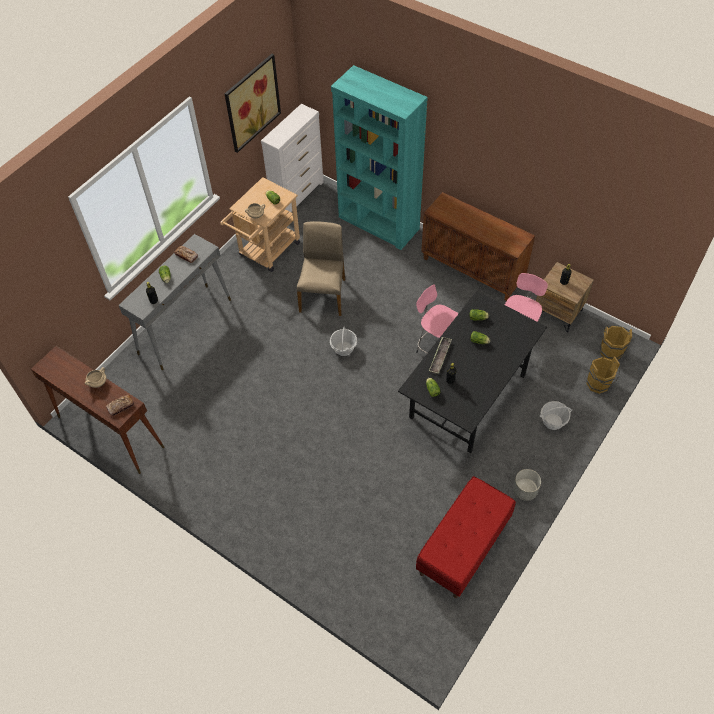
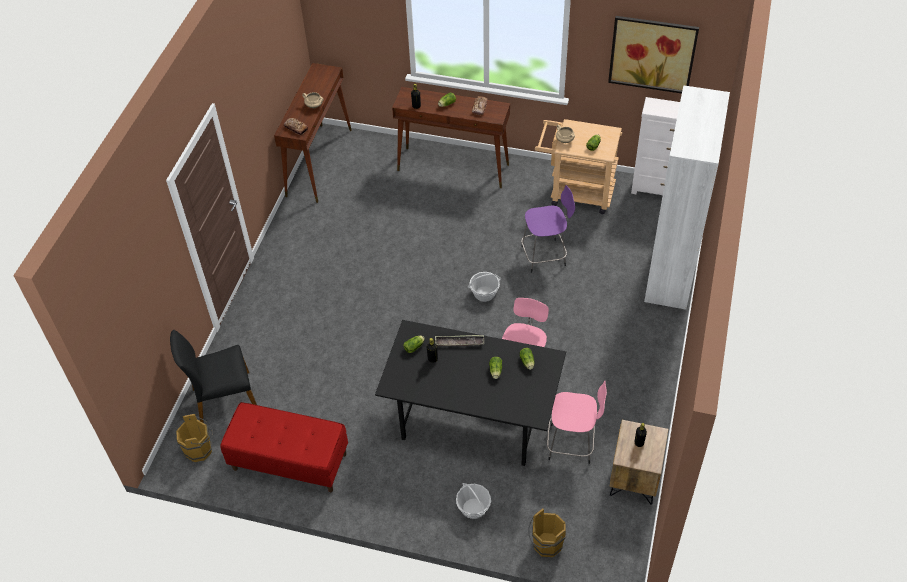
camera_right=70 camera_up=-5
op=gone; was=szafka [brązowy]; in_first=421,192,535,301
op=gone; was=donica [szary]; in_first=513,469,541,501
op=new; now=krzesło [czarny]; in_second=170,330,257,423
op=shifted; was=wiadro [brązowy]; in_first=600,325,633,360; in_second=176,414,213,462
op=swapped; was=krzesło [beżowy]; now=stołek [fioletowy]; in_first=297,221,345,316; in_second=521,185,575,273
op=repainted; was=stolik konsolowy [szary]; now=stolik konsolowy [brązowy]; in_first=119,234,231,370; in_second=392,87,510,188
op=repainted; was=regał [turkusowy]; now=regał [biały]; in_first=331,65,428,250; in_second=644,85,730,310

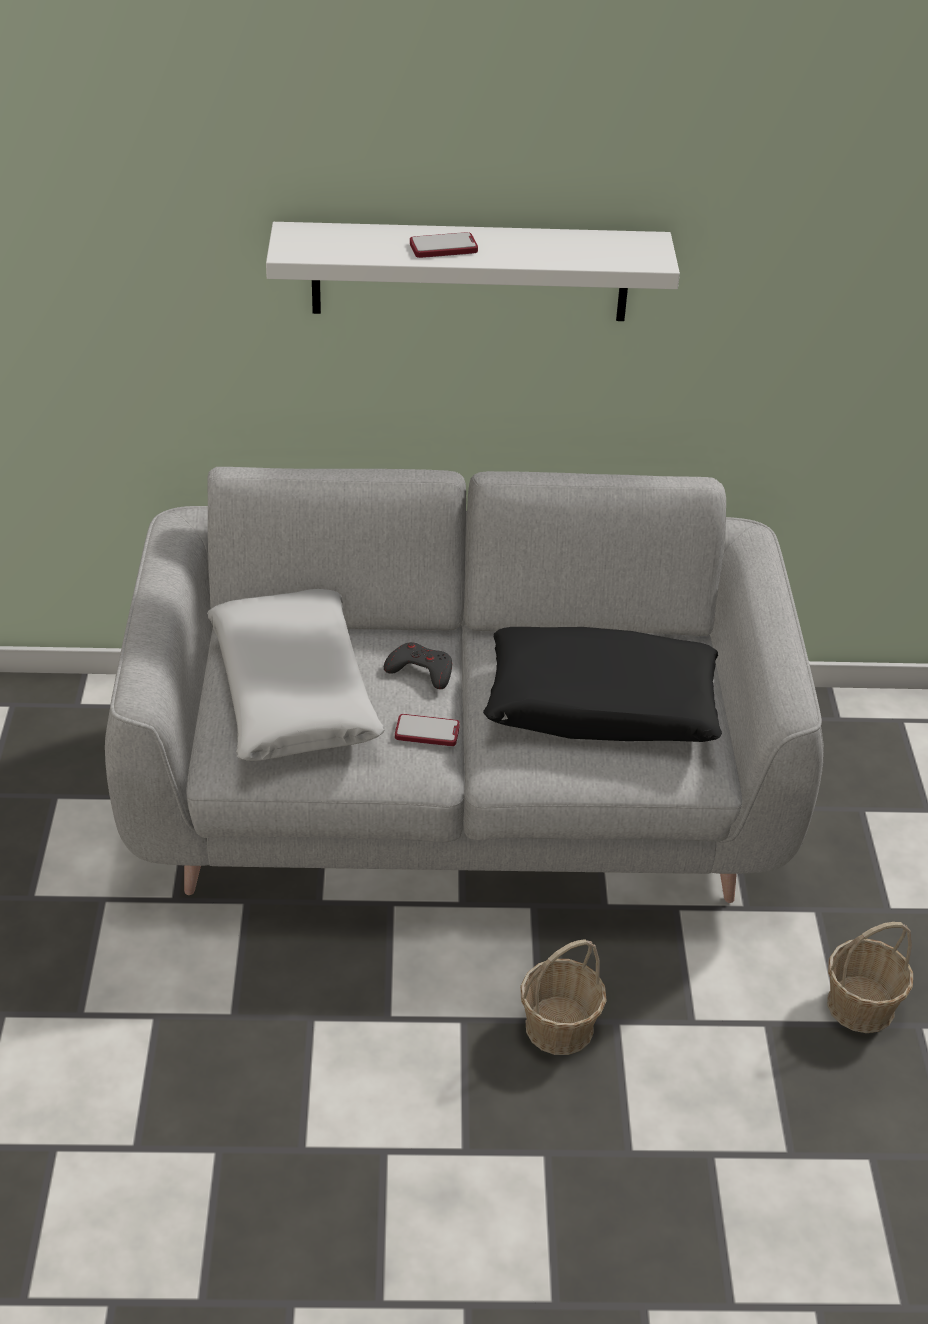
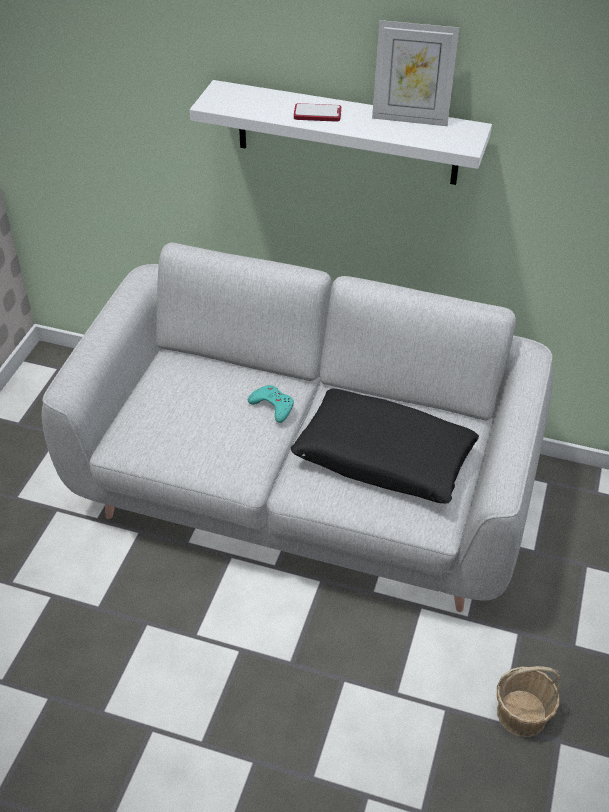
camera_right=20 camera_up=5
op=gone; was=poduszka [biały]; in_first=207,589,385,761
op=gone; was=telefon; in_first=395,714,460,746
op=gone; was=koszyk; in_first=520,939,607,1055
op=new; now=ramka na zdjęcie; in_second=372,20,459,126
op=repainted; was=pad do gier [szary]; now=pad do gier [turkusowy]; in_first=384,642,452,689; in_second=248,385,294,423

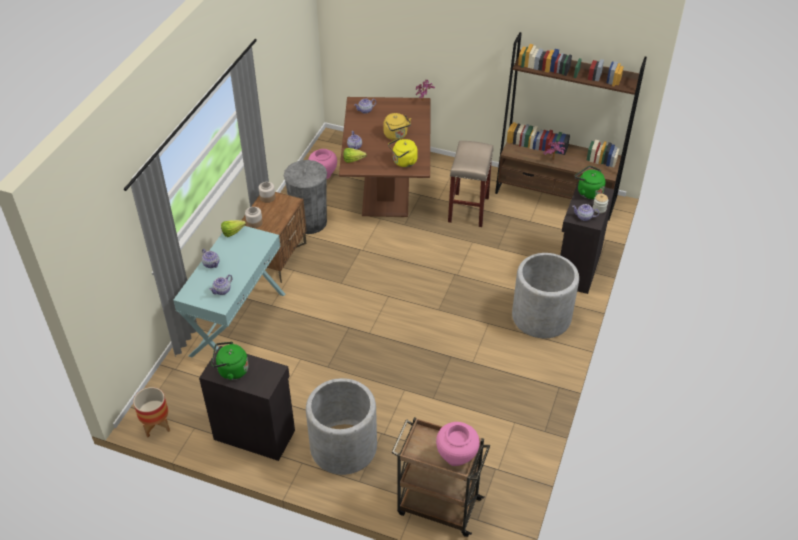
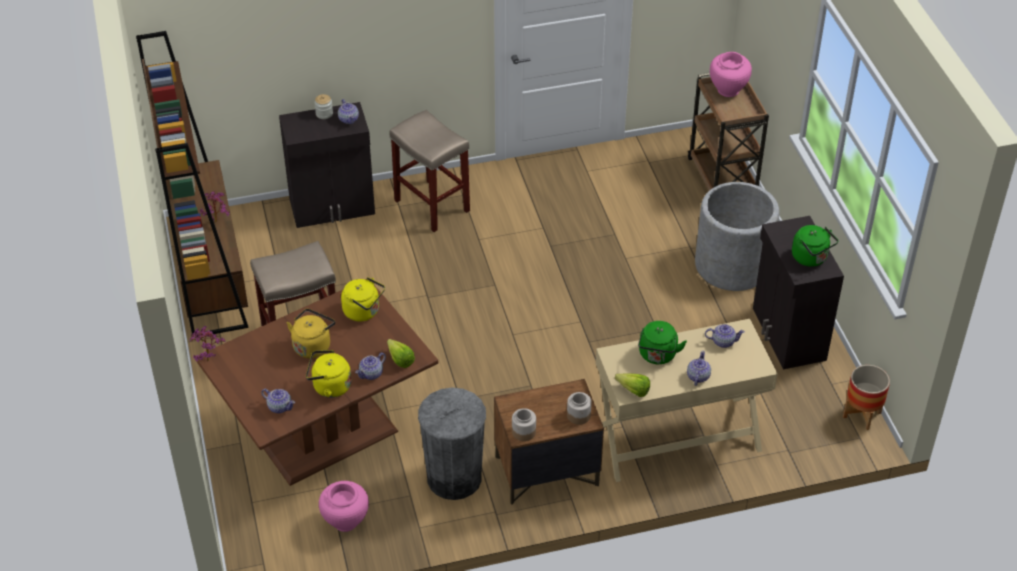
camera_right=-125 camera_up=0
op=new; now=czajnik [żółty]; in_second=306,350,351,398
op=shifted; was=czajnik [zielony]; in_first=575,166,606,199; in_second=638,321,687,364
op=swapped; was=donica [szary]; now=stołek [beżowy]; in_first=512,253,579,338; in_second=390,110,470,232
op=repainted; was=stolik konsolowy [turkusowy]; now=stolik konsolowy [beżowy]; in_first=173,226,285,357; in_second=596,319,778,482

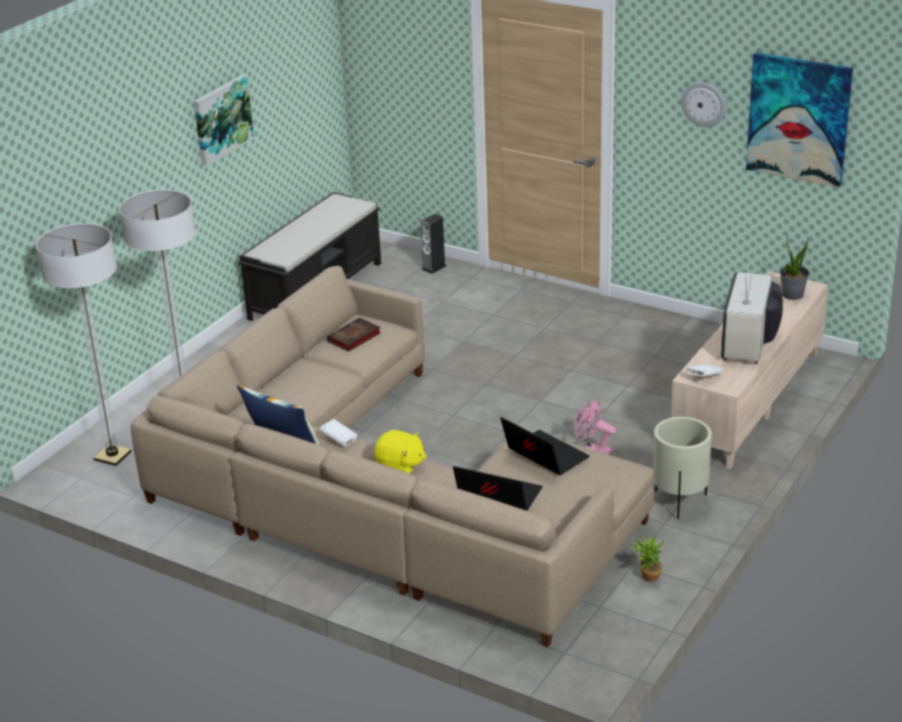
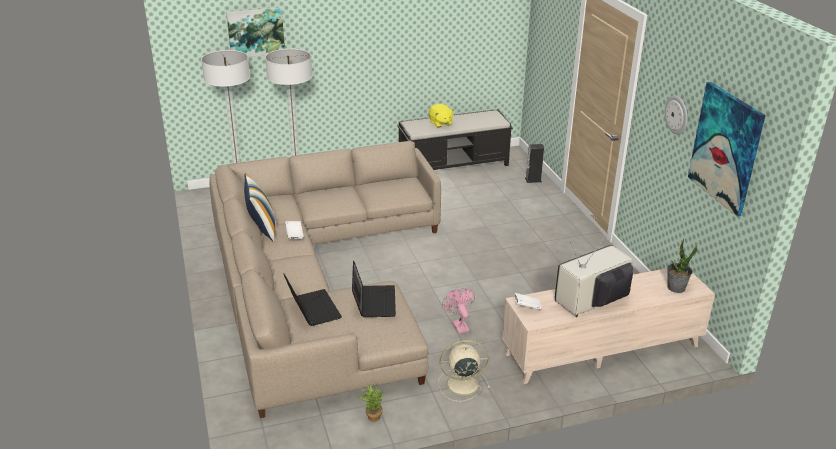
camera_right=40 camera_up=0
op=gone; was=książka; in_first=327,318,381,352
op=shifted; was=obraz; in_first=194,75,254,166; in_second=226,7,285,57
op=shifted; was=pluszak [żółty]; in_first=374,430,426,474; in_second=429,104,454,128
op=swapped; was=donica [beżowy]; now=wentylator [beżowy]; in_first=653,417,712,519; in_second=438,340,490,402

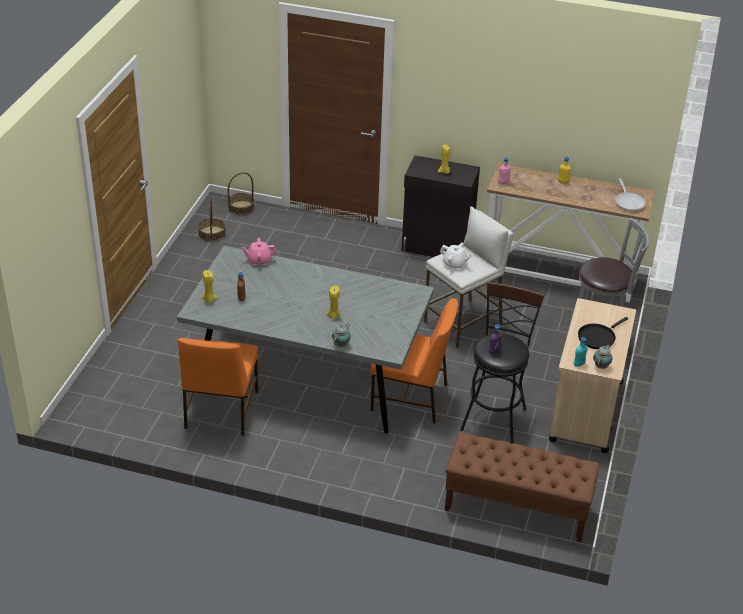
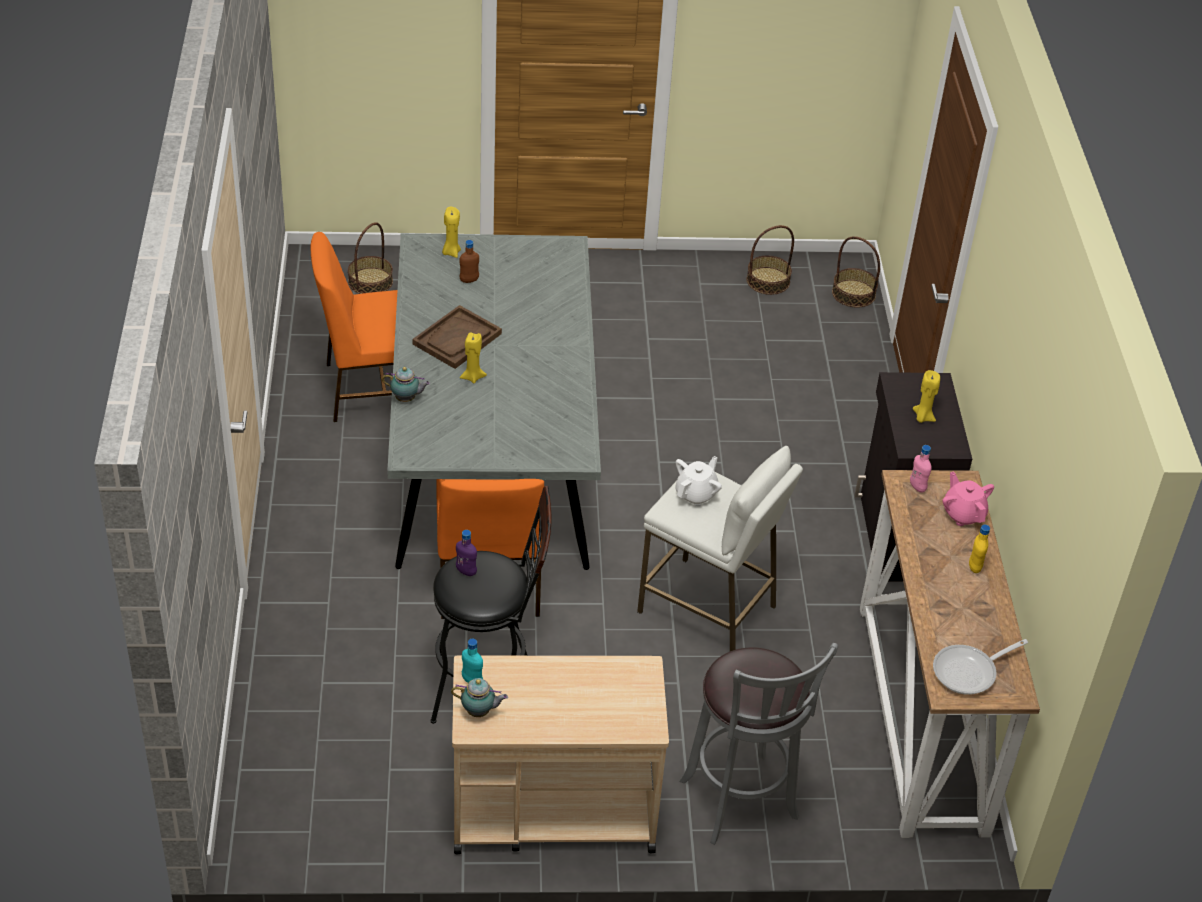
camera_right=70 camera_up=5
op=gone; was=ławka [brązowy]; in_first=445,432,600,542
op=gone; was=patelnia [czarny]; in_first=578,317,628,349
op=new; now=koszyk; in_second=348,222,393,294
op=new; now=taca [brązowy]; in_second=412,305,502,369
op=shifted; was=imbryk [różowy]; in_first=242,238,276,265; in_second=943,471,994,526
op=rotated; was=imbryk [biały]; in_first=440,243,472,270; in_second=675,456,722,506; clockwise=-150

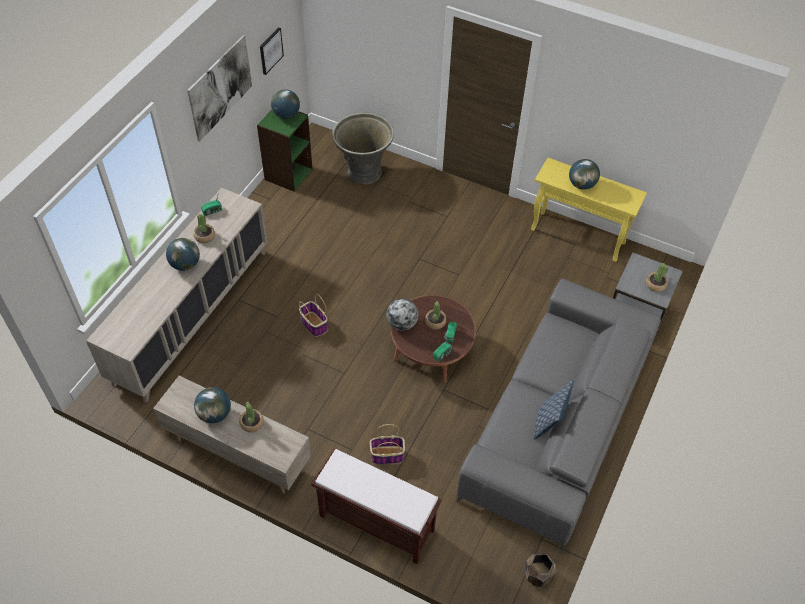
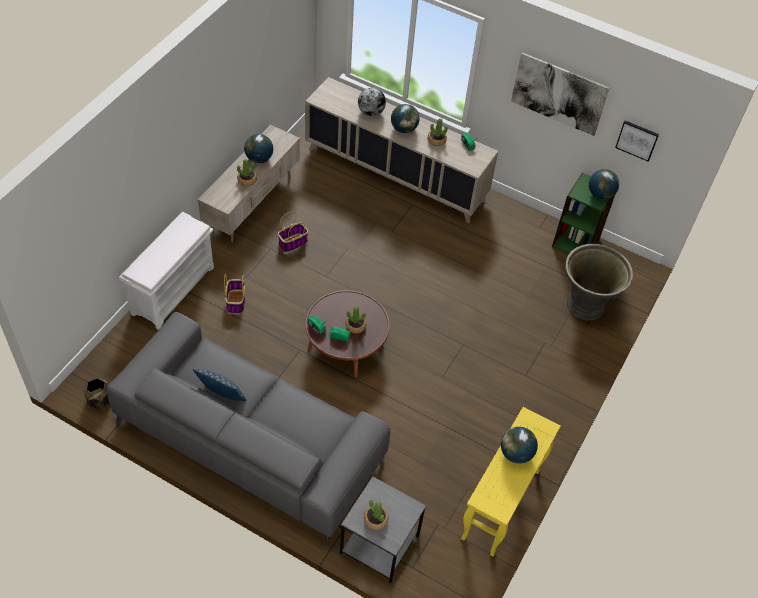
camera_right=90 camera_up=0
op=shifted; was=koszyk; in_first=299,293,328,337; in_second=278,211,308,252
op=shifted; was=globus; in_first=386,298,419,331; in_second=358,88,386,116
op=repainted; was=ławka [brązowy]; now=ławka [biały]; in_first=311,449,442,564; in_second=119,212,214,330

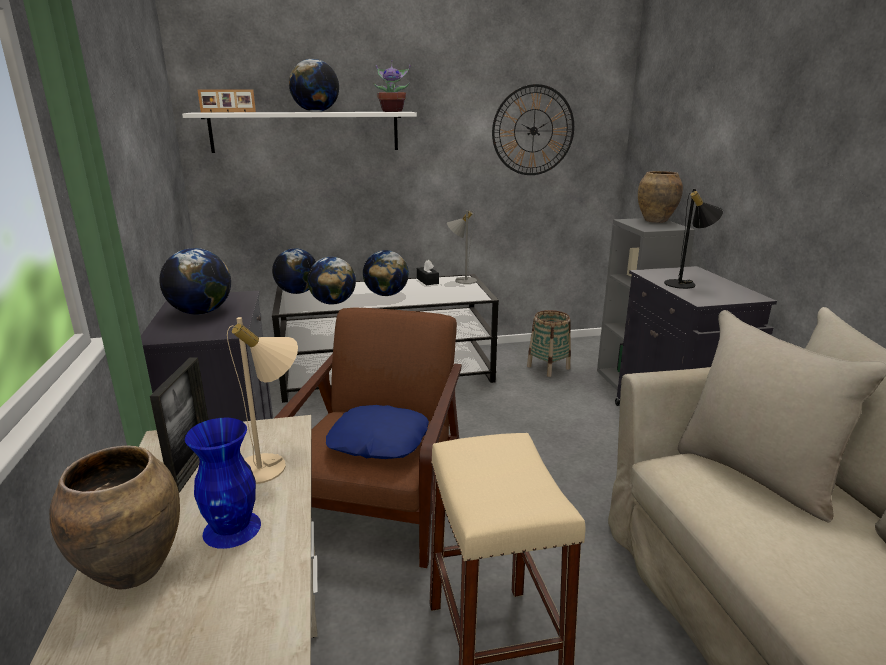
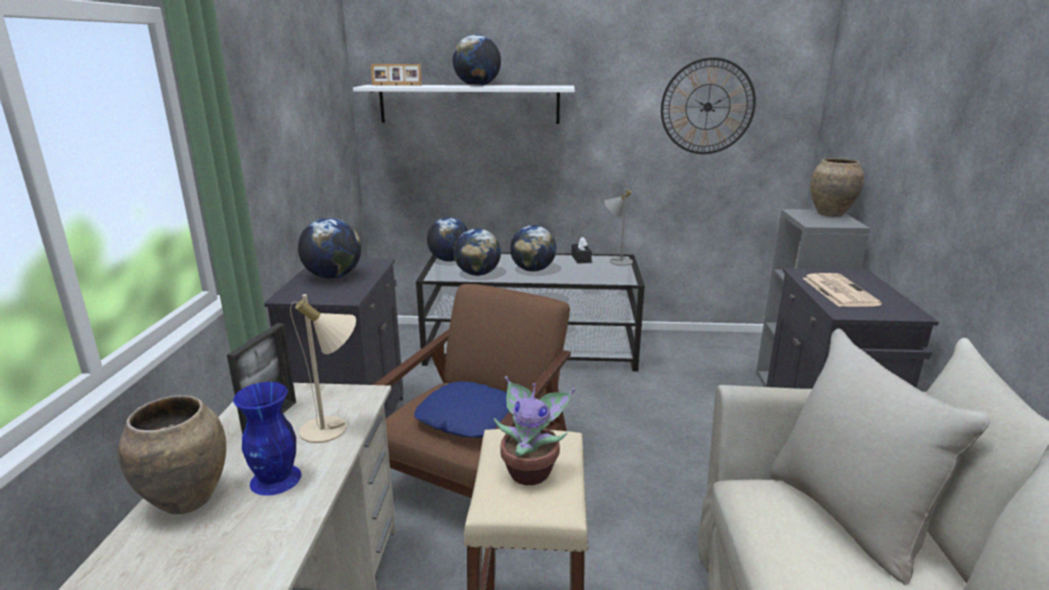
camera_right=15 camera_up=0
op=gone; was=koszyk; in_first=527,310,571,377
op=shifted; was=roślina doniczkowa; in_first=373,60,411,112; in_second=494,376,575,485
op=swapped; was=lampa stołowa [czarny]; now=gazeta; in_first=664,189,723,289; in_second=803,273,882,307

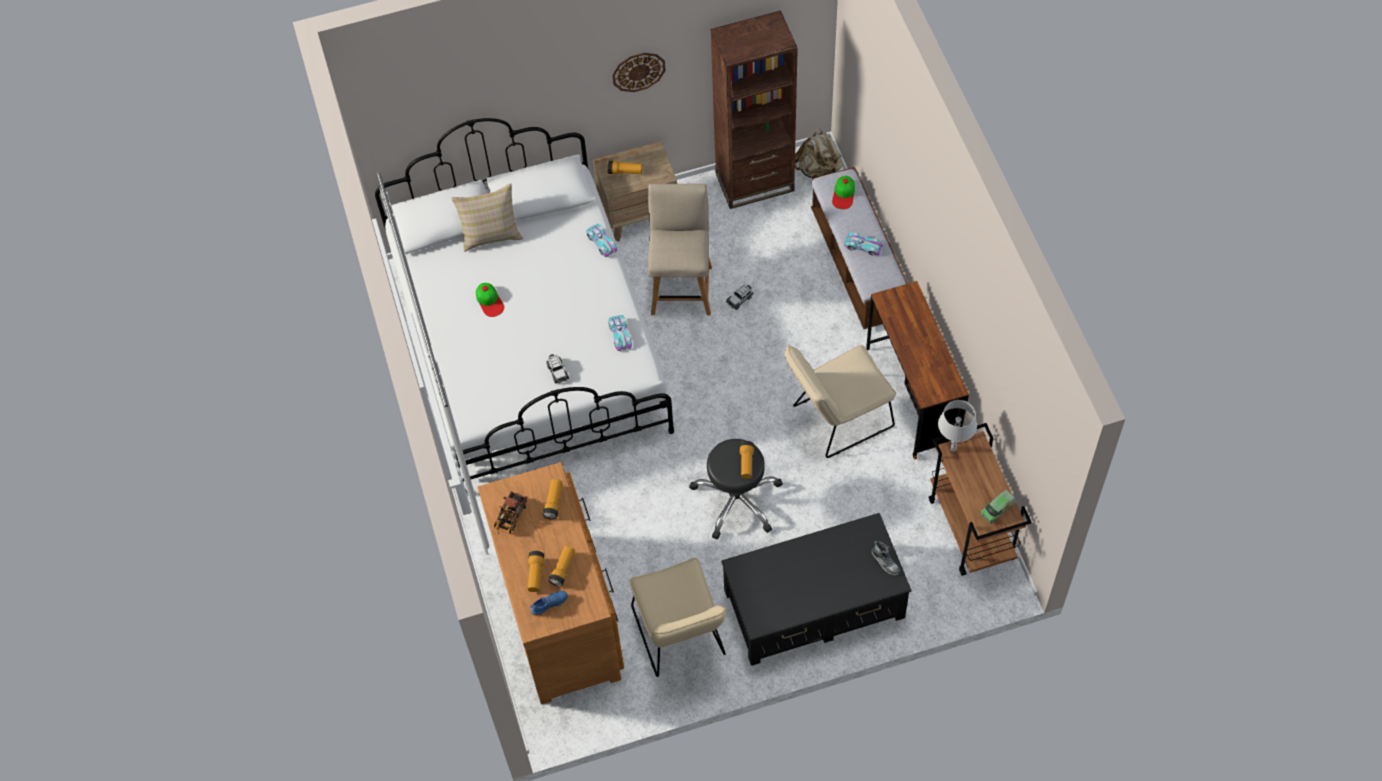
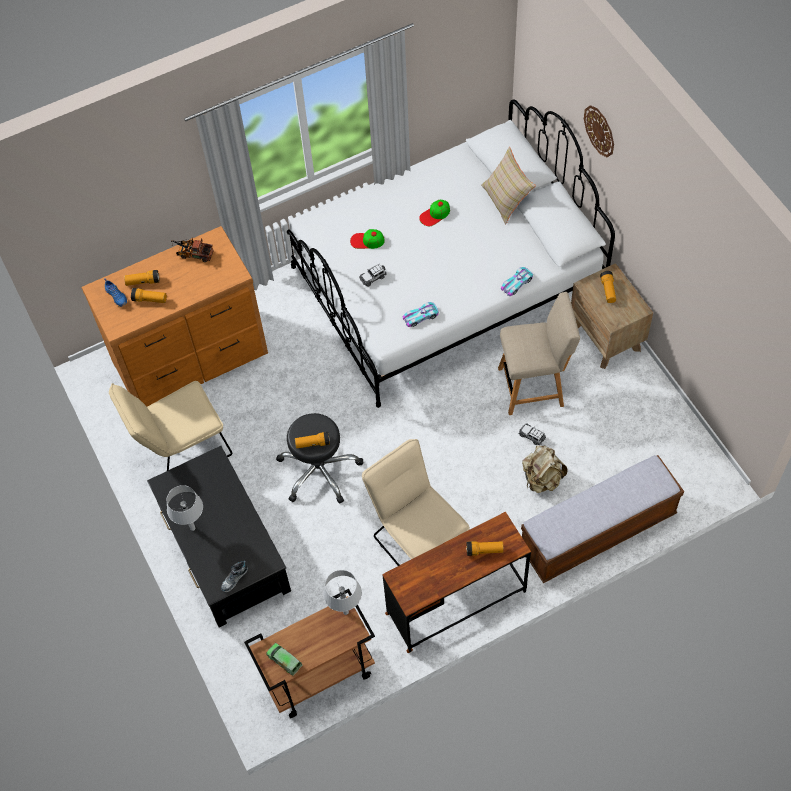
camera_right=80 camera_up=0
op=gone; was=regał [brązowy]; in_first=711,10,798,209
op=gone; was=samochodzik; in_first=844,232,883,256
op=new; now=lampa stołowa [szary]; in_second=167,485,203,531
op=shifted; was=latarka; in_first=542,479,562,519; in_second=466,541,504,556
op=shifted; was=zegar ścienny; in_first=612,53,666,92; in_second=584,105,614,157
op=shifted; was=plecak [beżowy]; in_first=795,128,843,178; in_second=522,445,567,493
op=shifted; was=czapka z daszkiem; in_first=832,176,855,209; in_second=350,229,385,249

